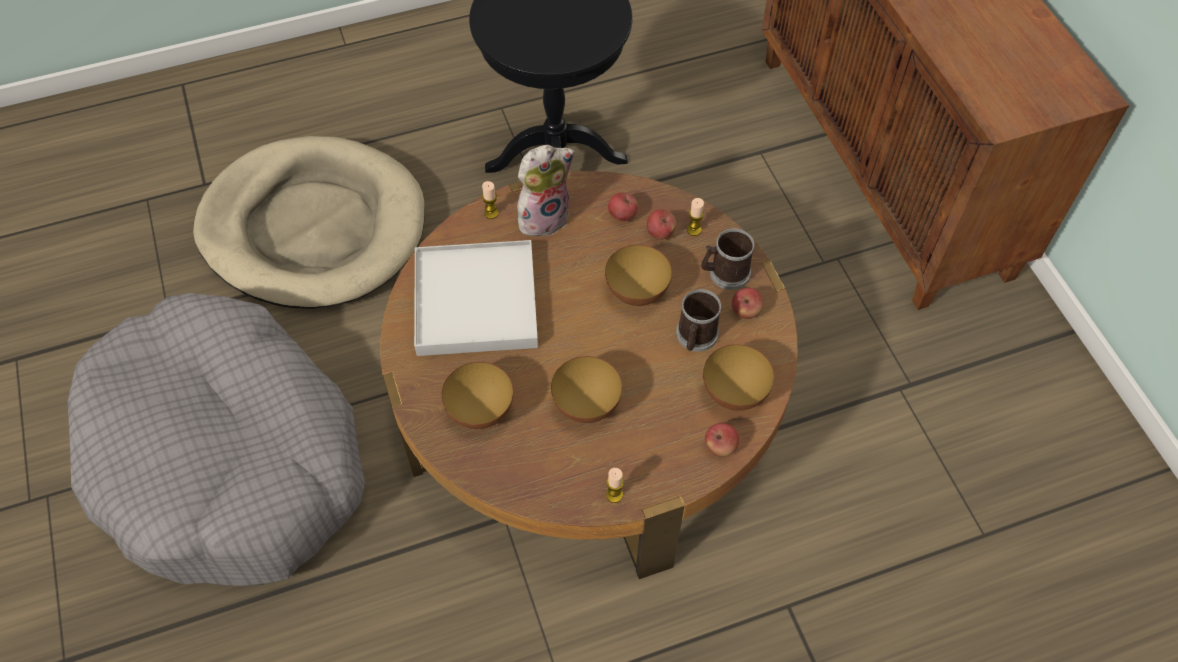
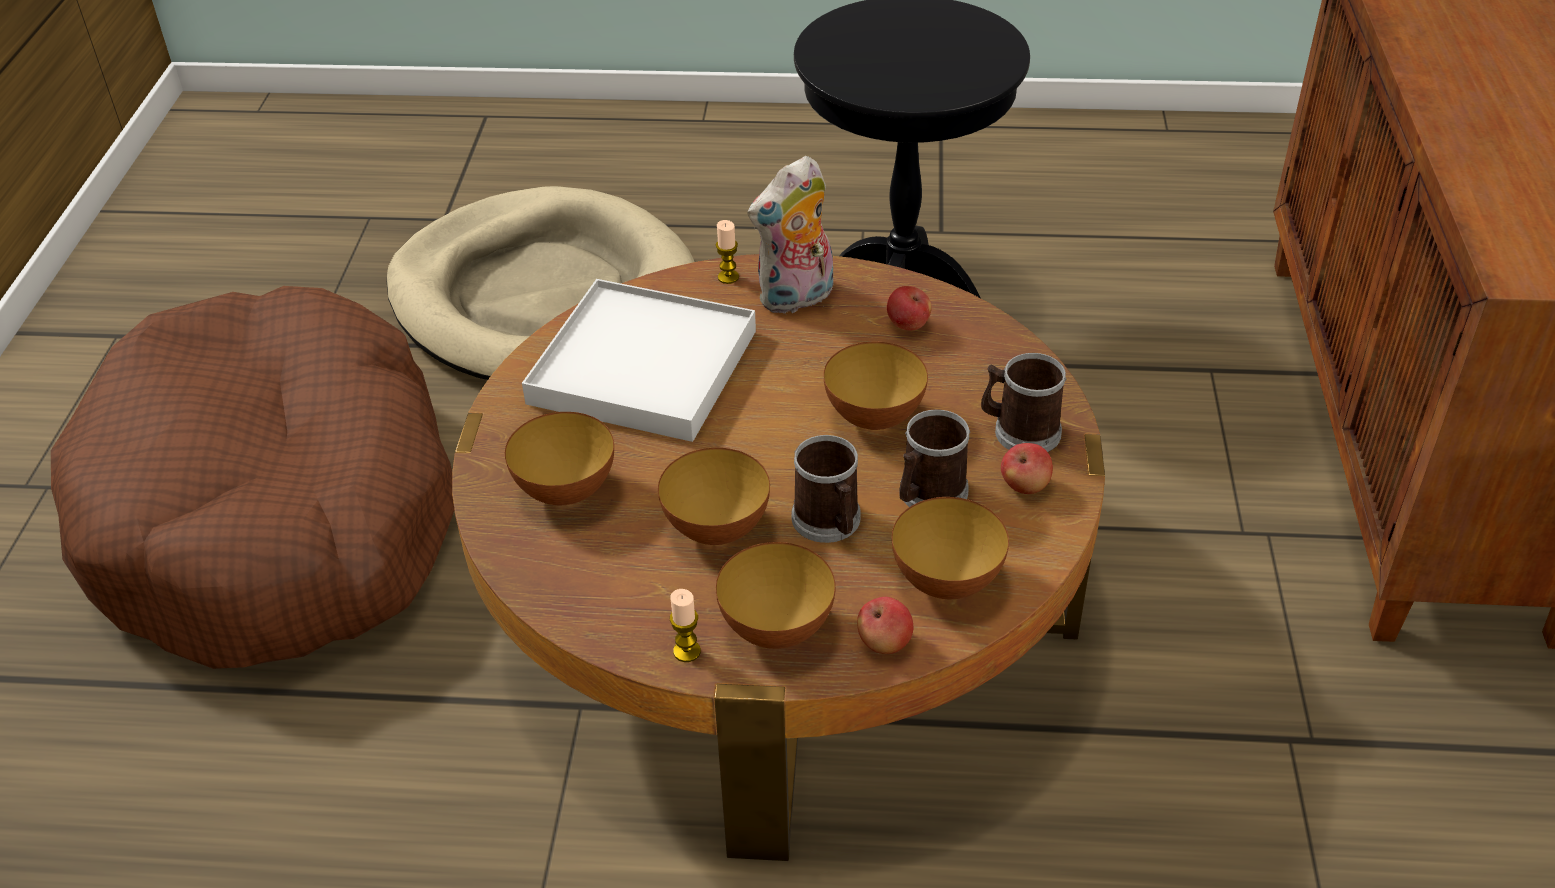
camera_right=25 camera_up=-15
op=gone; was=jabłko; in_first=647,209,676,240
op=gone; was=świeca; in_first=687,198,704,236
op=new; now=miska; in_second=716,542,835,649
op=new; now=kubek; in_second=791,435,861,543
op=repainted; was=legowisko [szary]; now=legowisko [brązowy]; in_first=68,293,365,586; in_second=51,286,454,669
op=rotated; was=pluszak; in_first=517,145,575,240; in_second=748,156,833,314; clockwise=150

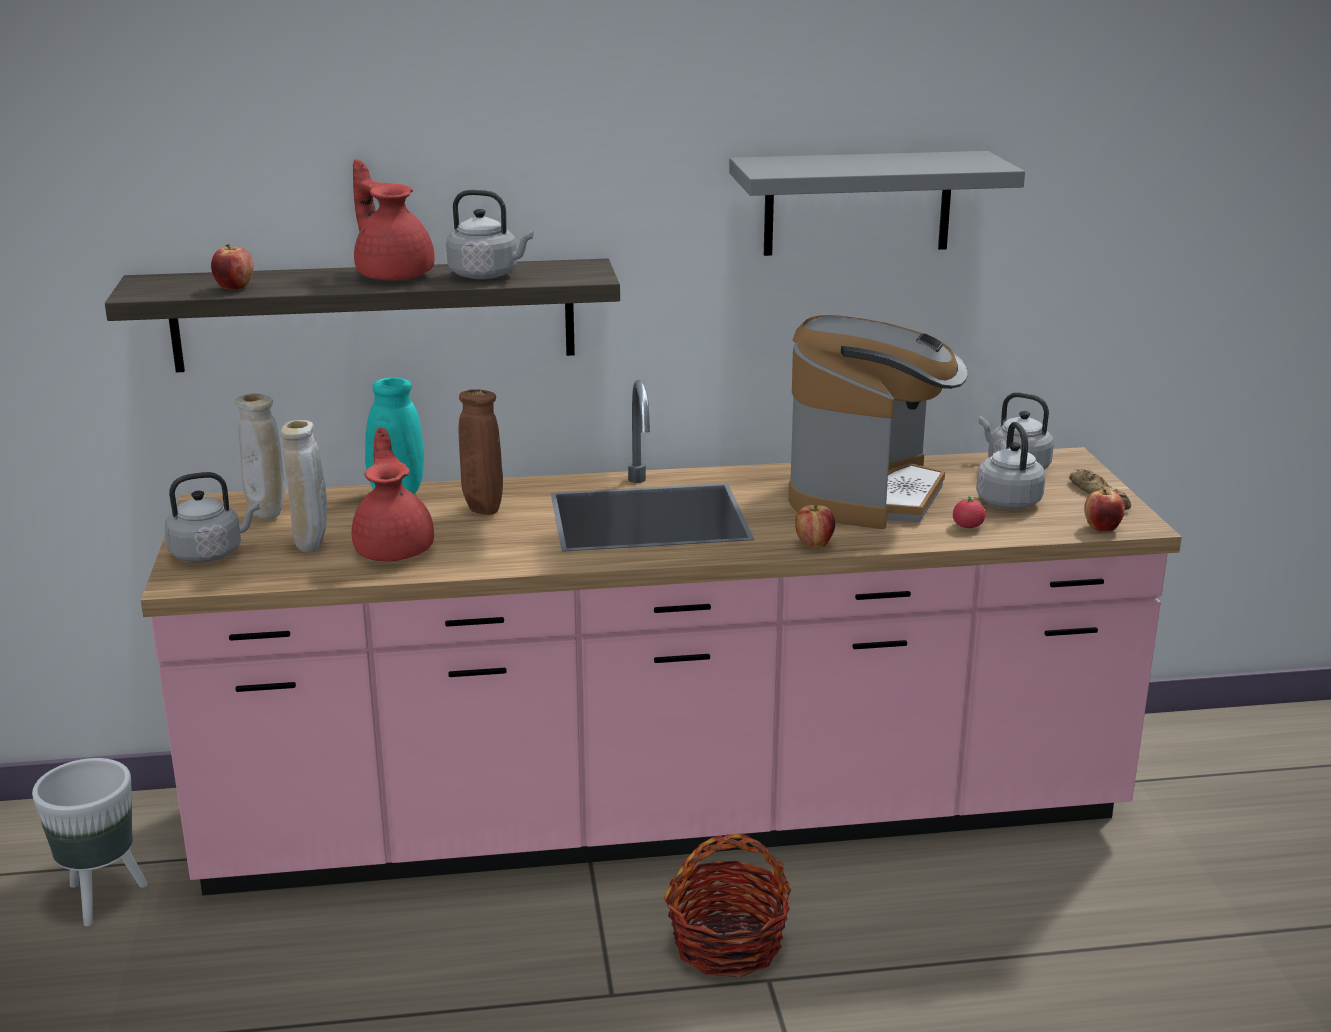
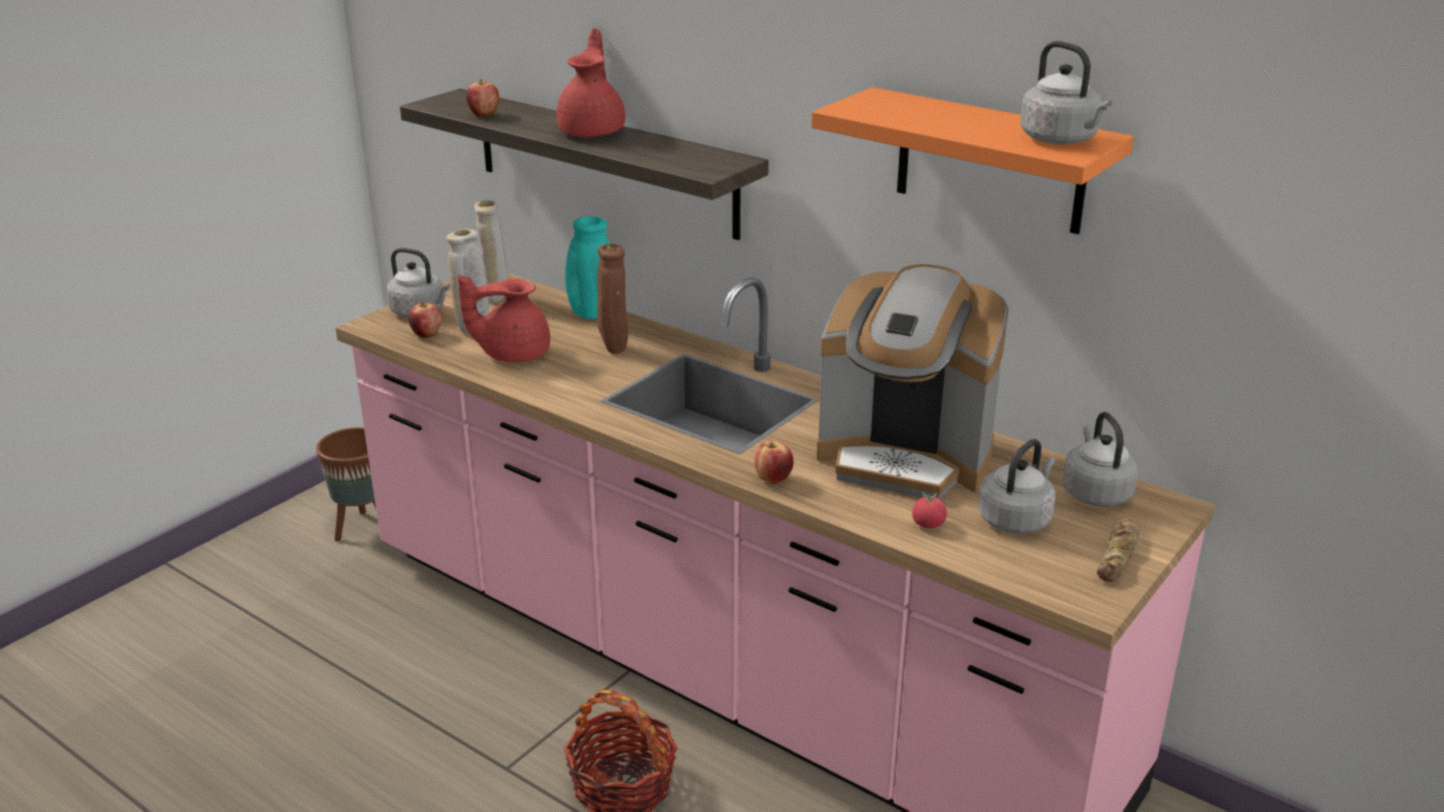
camera_right=45 camera_up=5
op=shifted; was=czajnik [szary]; in_first=446,190,533,279; in_second=1020,41,1112,144
op=shifted; was=jabłko; in_first=1084,489,1125,532; in_second=408,302,442,338
op=repainted; was=donica [biały]; now=donica [brązowy]; in_first=32,758,148,926; in_second=316,427,376,542
op=repainted; was=półka [szary]; now=półka [pomarańczowy]; in_first=729,151,1025,256; in_second=811,87,1134,234
op=rotated; was=imbryk [czerwony]; in_first=352,428,434,561; in_second=458,274,550,362; clockwise=-135
op=rotated; was=ekspres do kawy; in_first=788,315,968,529; in_second=816,264,1009,499; clockwise=45

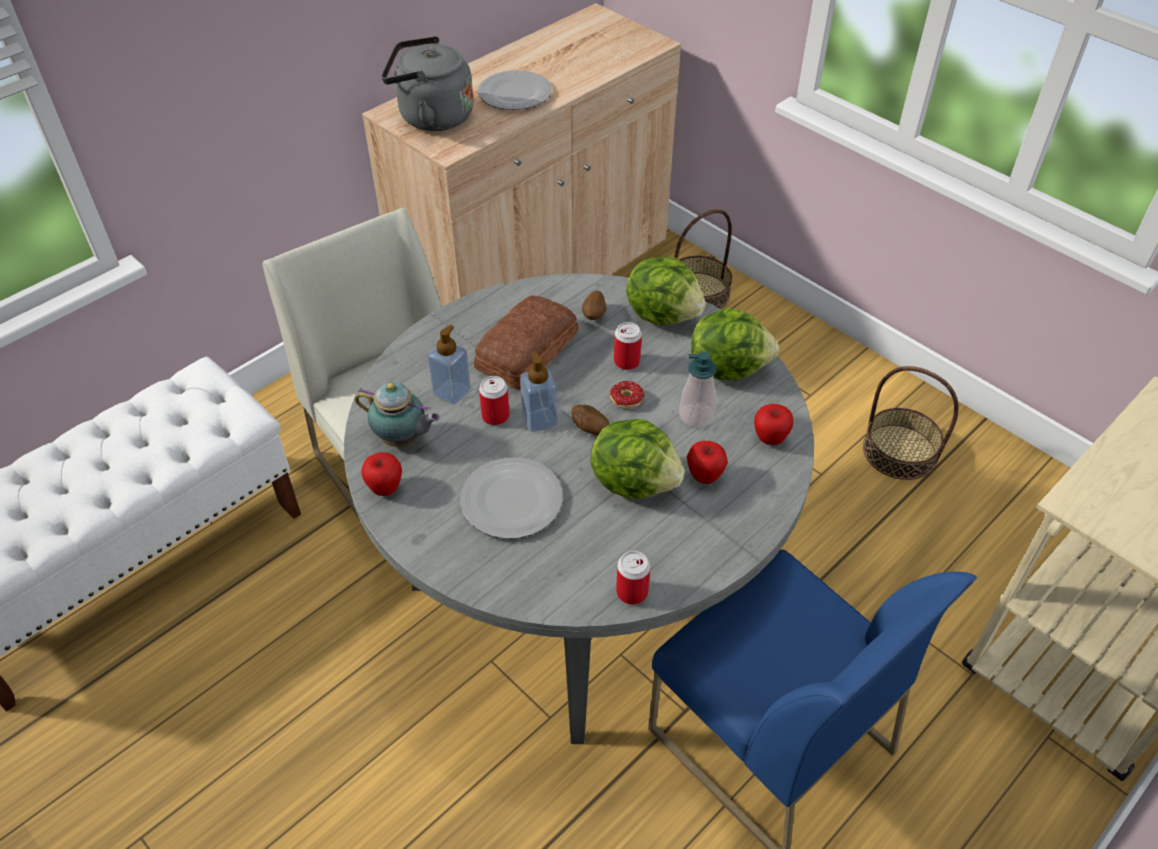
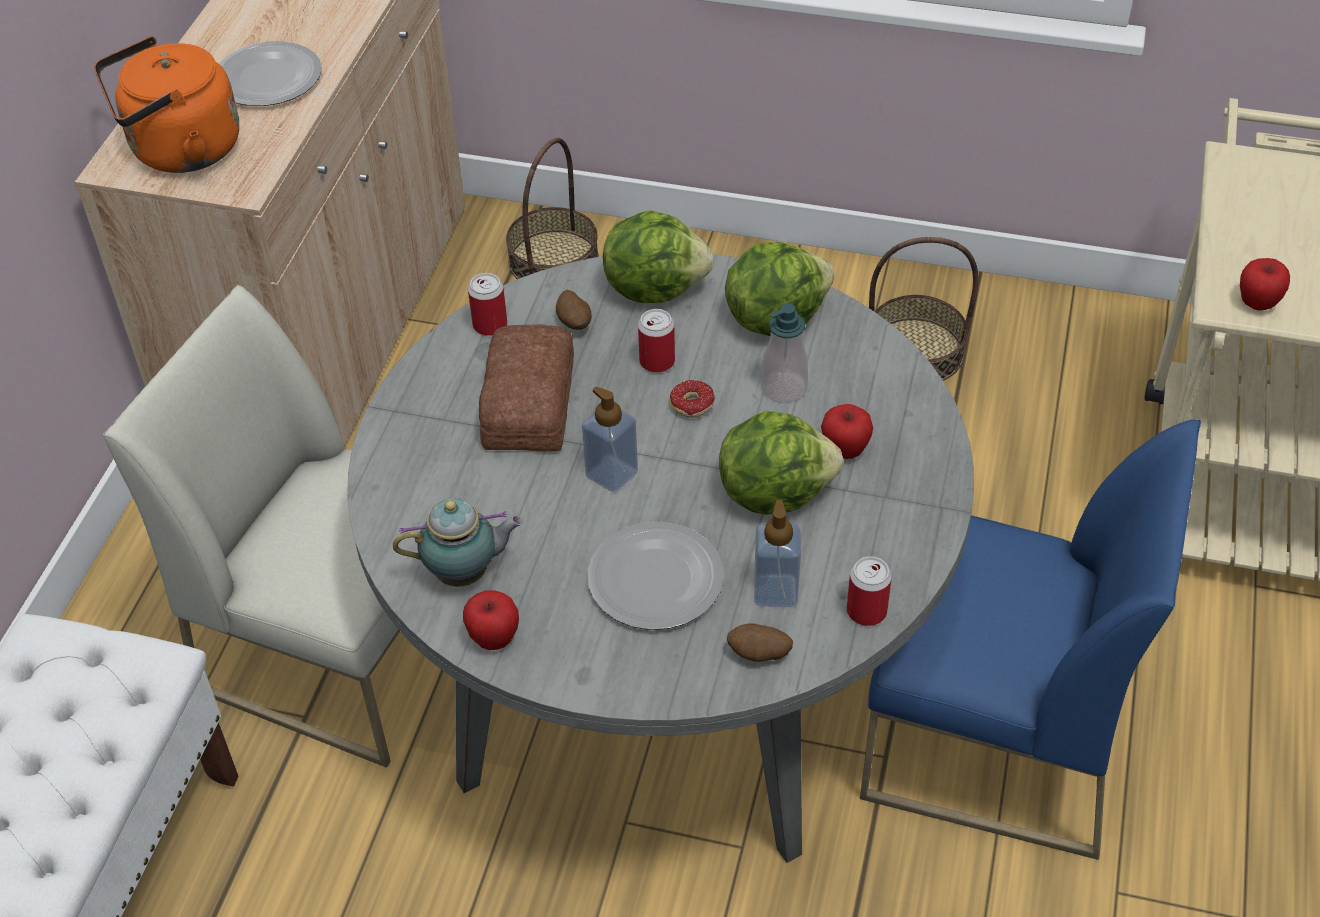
camera_right=-30 camera_up=0
op=shifted; was=dozownik mydła; in_first=428,325,471,405; in_second=754,499,801,607
op=shifted; was=puszka; in_first=479,376,510,425; in_second=468,273,507,336
op=shifted; was=ziemniak; in_first=571,405,610,436; in_second=727,623,793,662
op=shifted; was=jabłko; in_first=754,404,794,445; in_second=1240,258,1290,310
op=repainted; was=czajnik [szary]; now=czajnik [pomarańczowy]; in_first=382,36,473,131; in_second=94,36,239,173

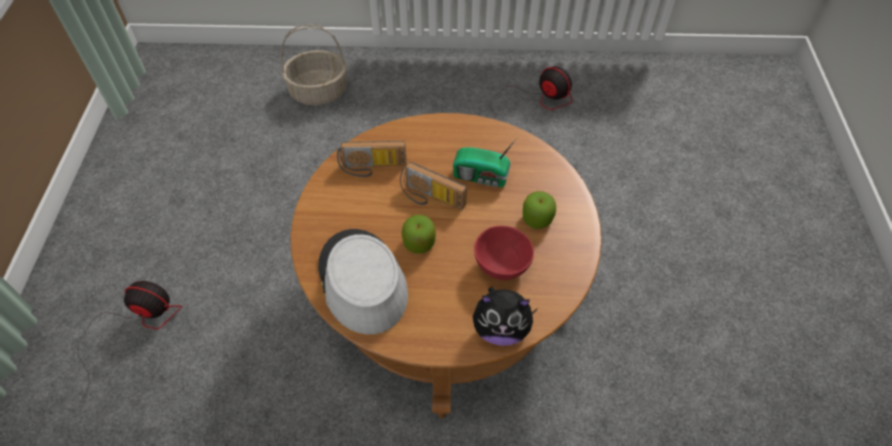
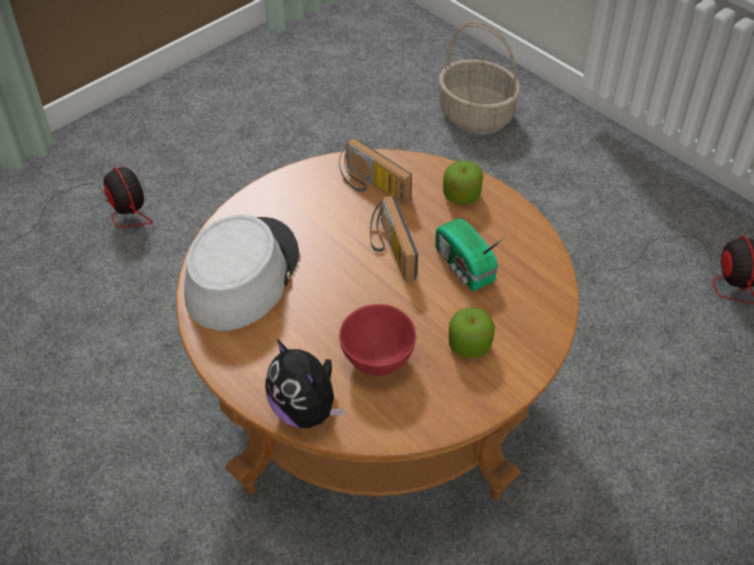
camera_right=45 camera_up=-5
op=shifted; was=jabłko; in_first=402,215,436,253; in_second=443,161,483,205

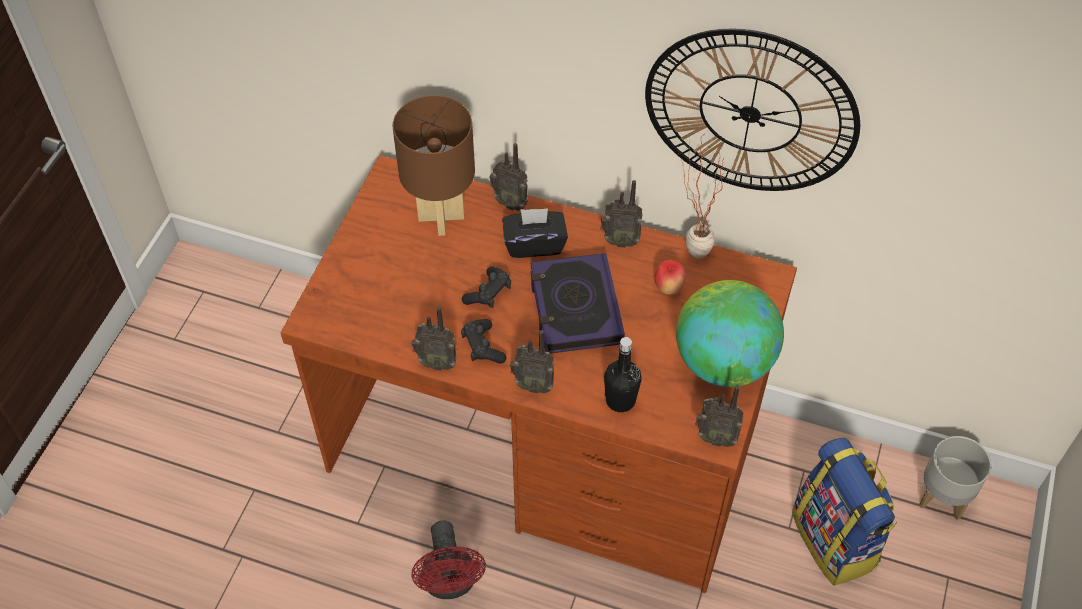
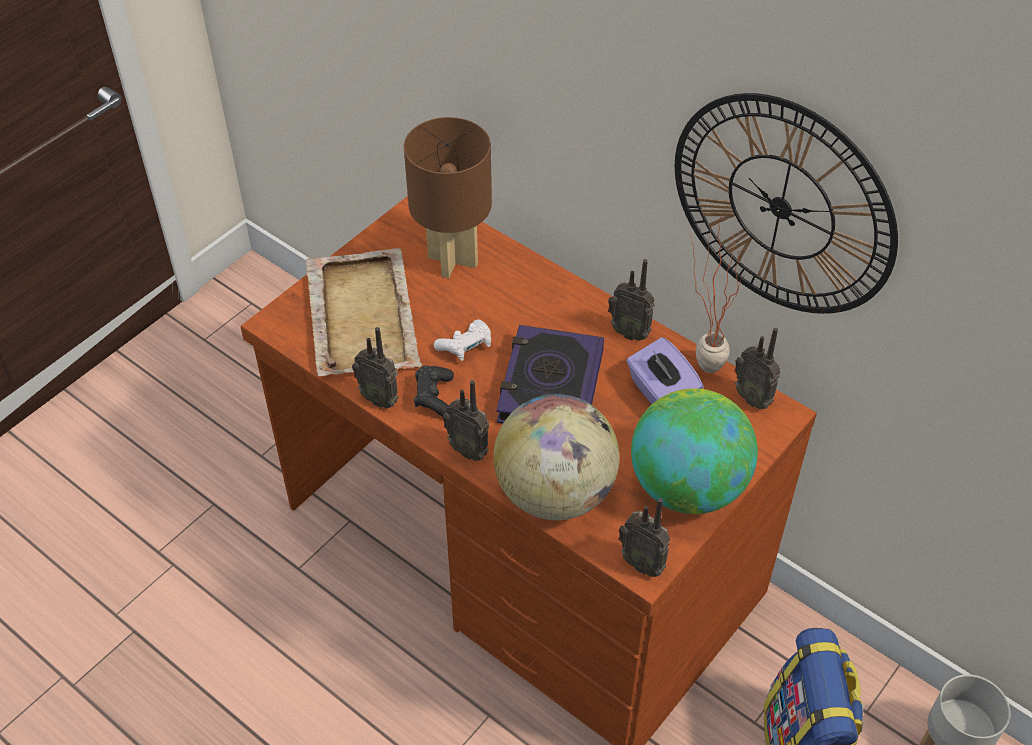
camera_right=20 camera_up=-5
op=gone; was=wentylator [czerwony]; in_first=411,520,486,599
op=gone; was=pudełko chusteczek [czarny]; in_first=502,208,568,258
op=new; now=taca [beżowy]; in_second=306,248,422,376
op=shifted; was=radio; in_first=489,143,528,211; in_second=734,328,780,409
op=swapped; was=butelka [czarny]; now=globus; in_first=604,337,642,412; in_second=493,394,619,520
op=swapped; was=jabłko; now=pudełko chusteczek [fioletowy]; in_first=654,260,685,294; in_second=626,337,704,405
op=repainted; was=pad do gier [czarny]; now=pad do gier [biały]; in_first=462,267,511,308; in_second=434,319,491,361

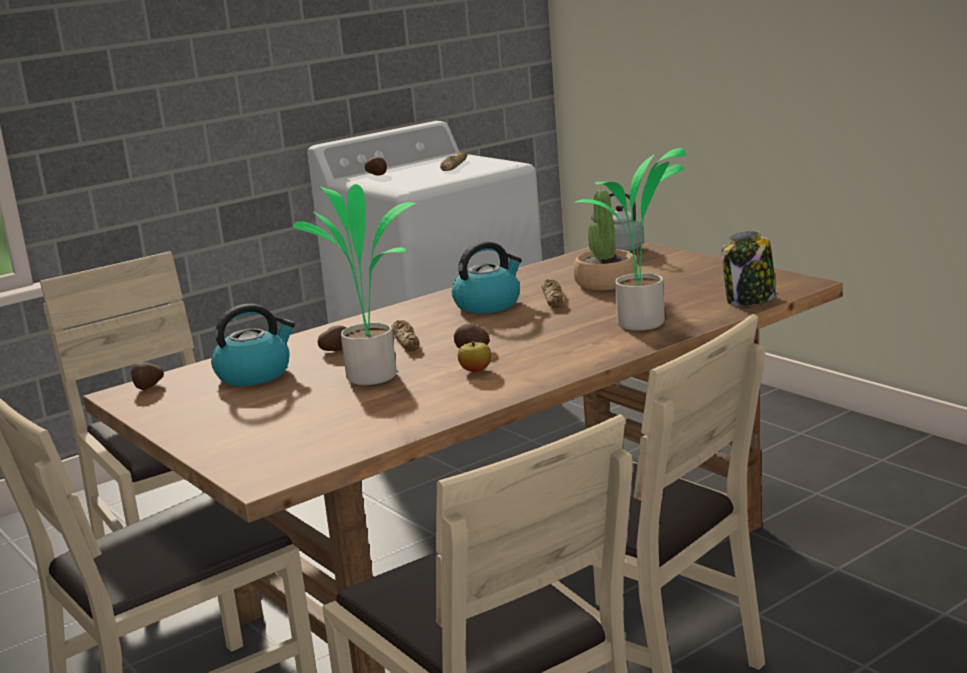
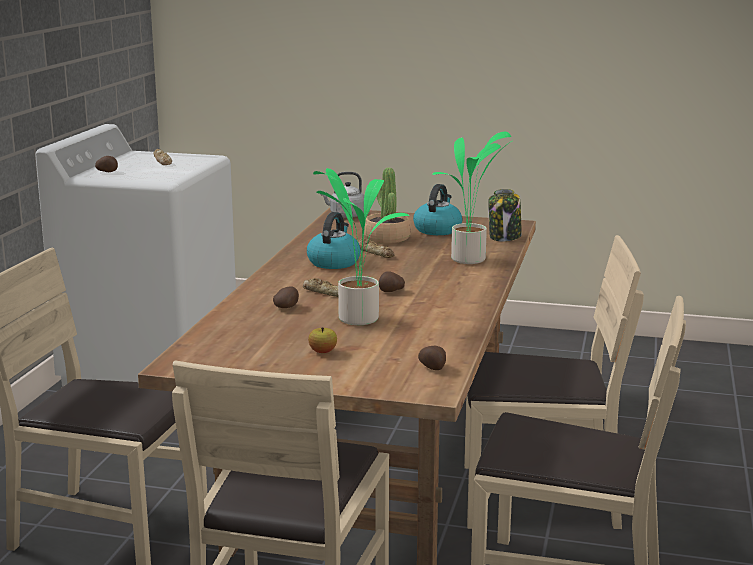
camera_right=-40 camera_up=0
op=shifted; was=ziemniak; in_first=131,362,164,390; in_second=418,346,446,370
op=shifted; was=czajnik; in_first=211,304,295,386; in_second=413,184,462,235
op=shifted; was=jabłko; in_first=458,341,491,372; in_second=308,327,337,353

